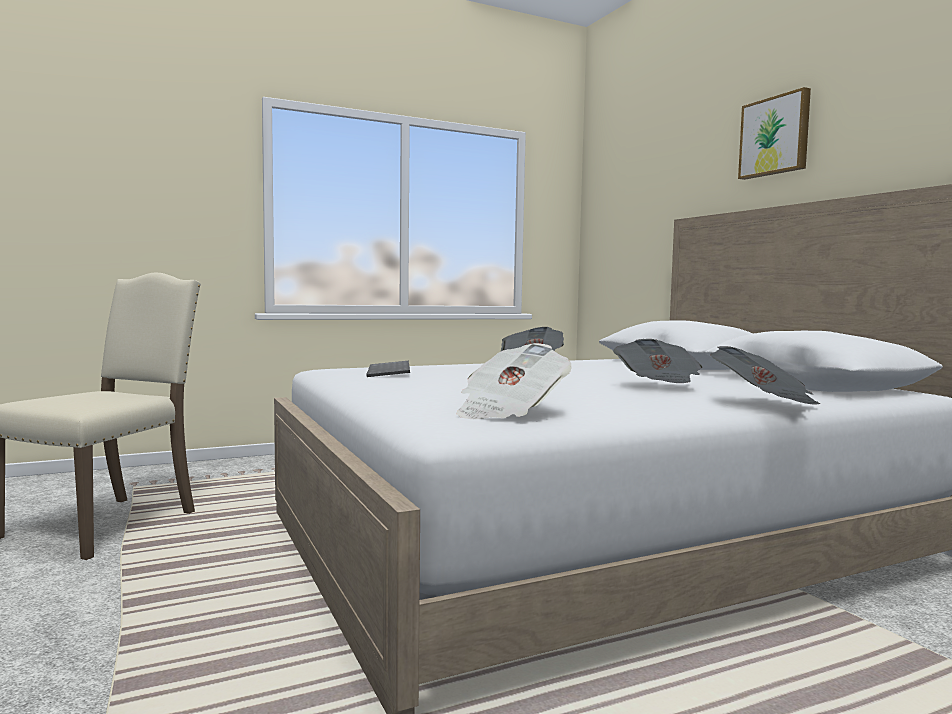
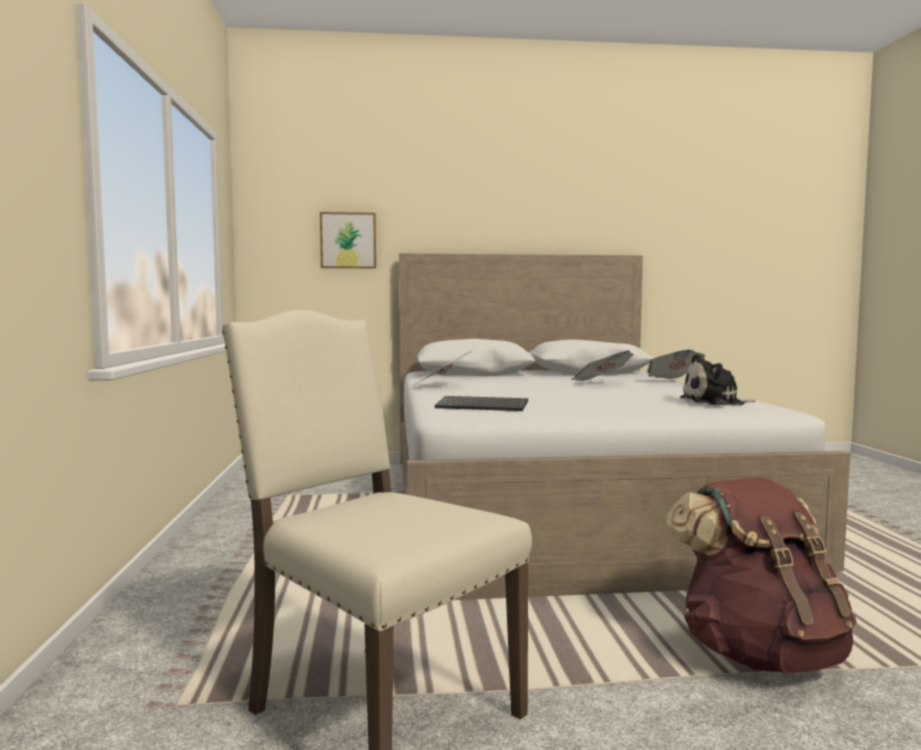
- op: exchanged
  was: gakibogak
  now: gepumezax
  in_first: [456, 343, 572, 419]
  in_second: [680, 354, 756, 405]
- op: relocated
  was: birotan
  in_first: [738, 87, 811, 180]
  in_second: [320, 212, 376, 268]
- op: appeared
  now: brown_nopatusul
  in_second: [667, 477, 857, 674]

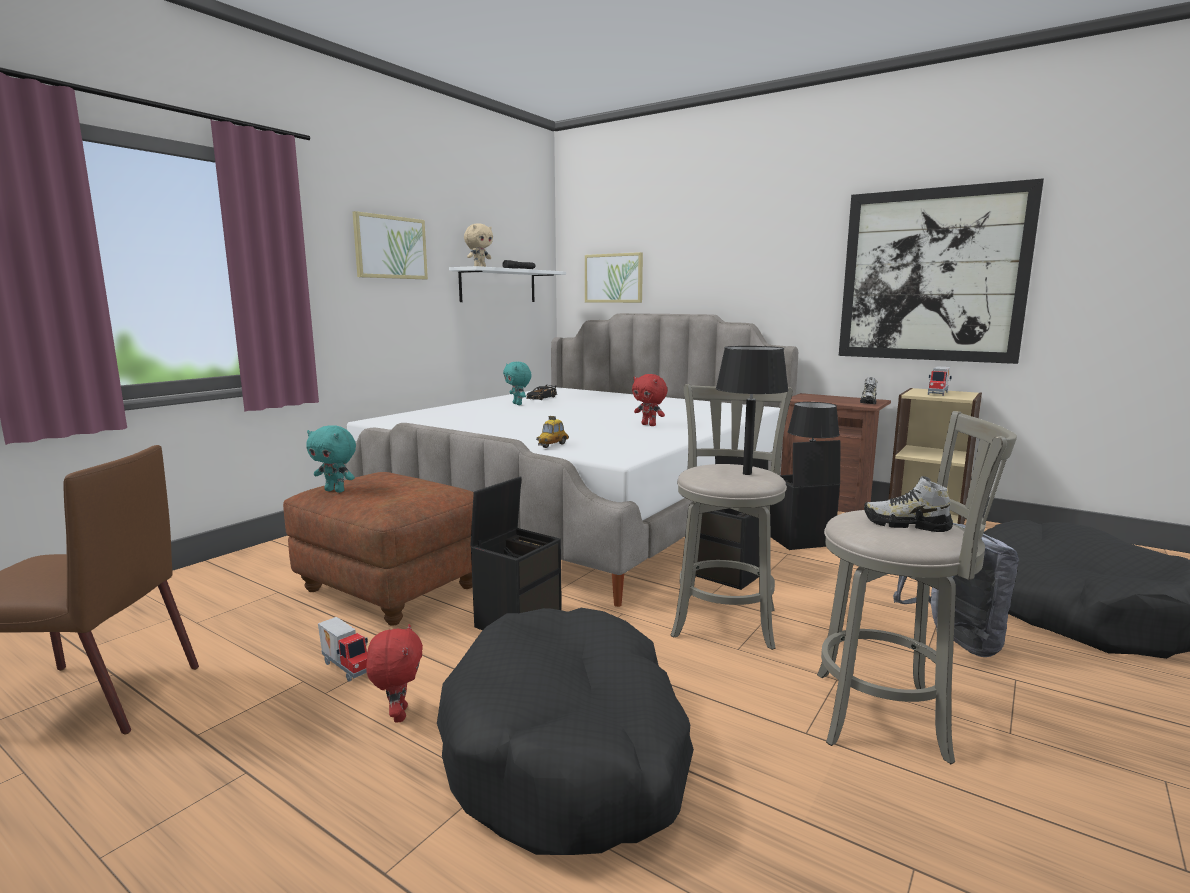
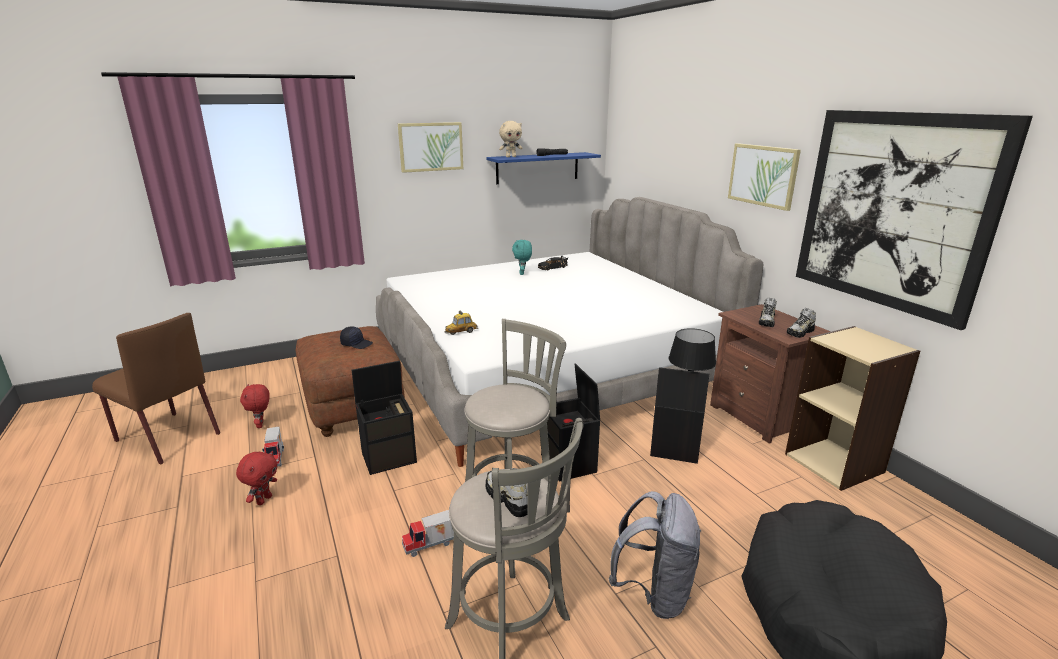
- op: missing
  was: turquoise_gepumezax
  in_first: [306, 425, 356, 493]
- op: missing
  was: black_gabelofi
  in_first: [437, 608, 694, 855]
- op: colour
  was: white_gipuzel
  now: blue_gipuzel
  in_first: [449, 266, 566, 302]
  in_second: [486, 152, 601, 184]
- op: relocated
  was: birotan
  in_first: [585, 252, 643, 303]
  in_second: [728, 143, 801, 211]
- op: relocated
  was: red_gepumezax
  in_first: [632, 374, 668, 426]
  in_second: [240, 384, 270, 428]
- op: missing
  was: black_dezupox
  in_first: [716, 346, 789, 475]
- op: relocated
  was: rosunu
  in_first: [928, 366, 952, 396]
  in_second: [402, 510, 454, 557]
- op: appeared
  now: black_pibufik
  in_second: [340, 326, 373, 349]
- op: appeared
  now: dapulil
  in_second: [759, 298, 777, 327]

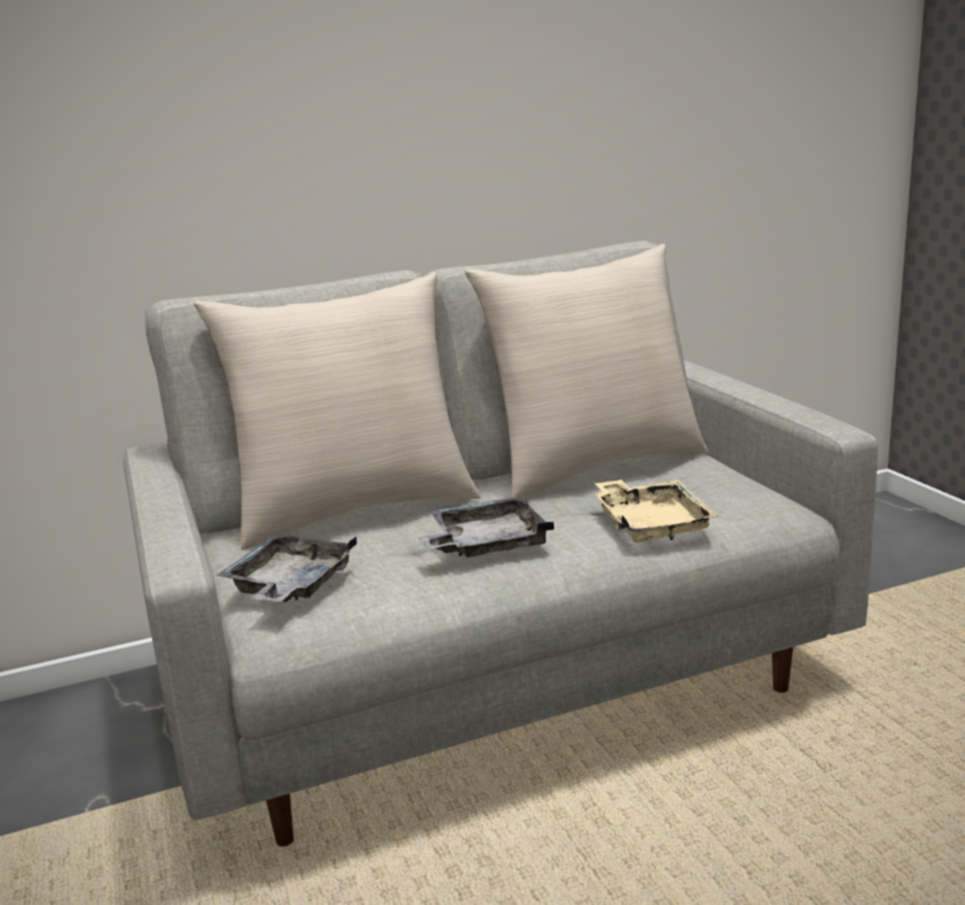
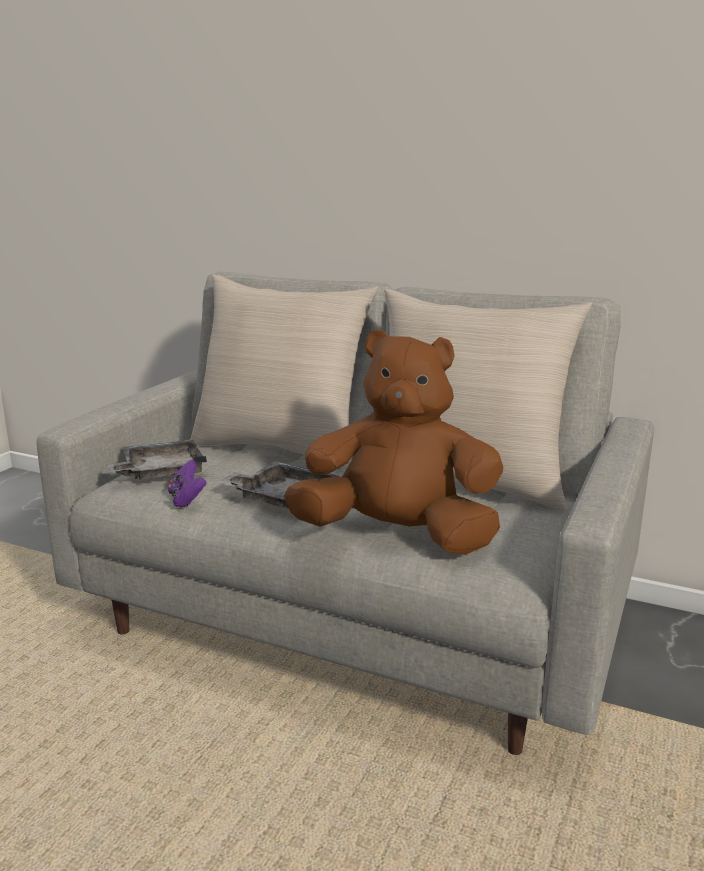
- op: exchanged
  was: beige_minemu
  now: brown_gepumezax
  in_first: [595, 479, 718, 542]
  in_second: [284, 329, 503, 555]
- op: appeared
  now: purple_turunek
  in_second: [168, 460, 206, 508]

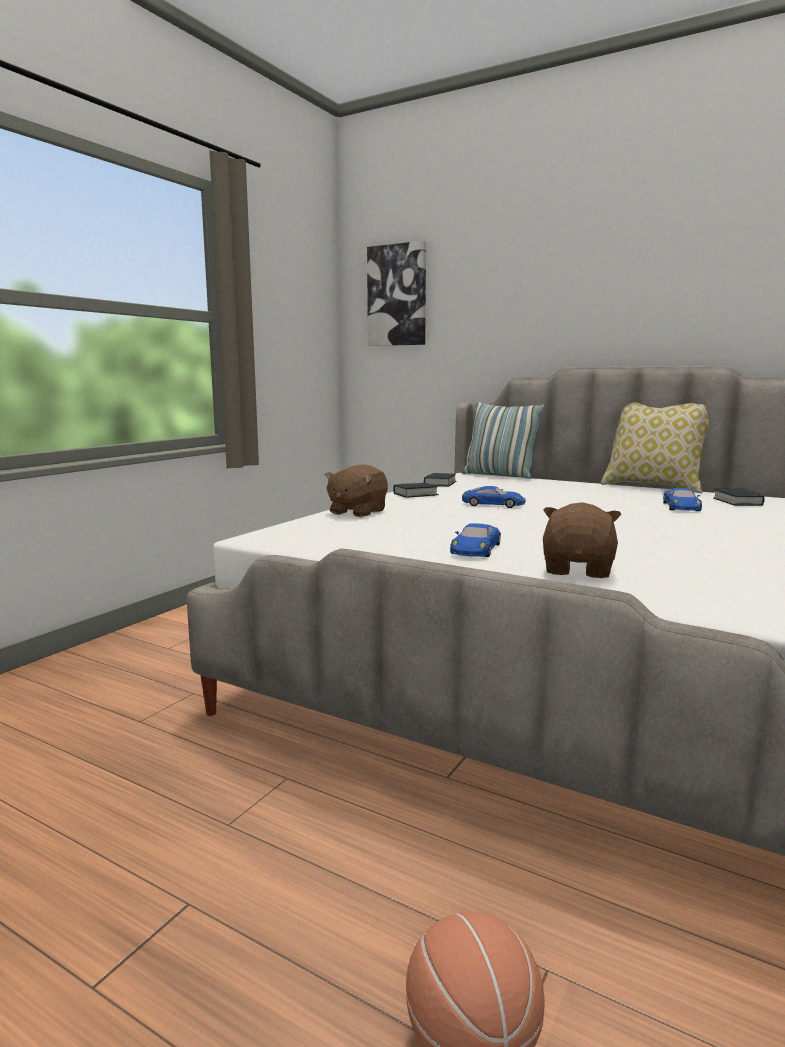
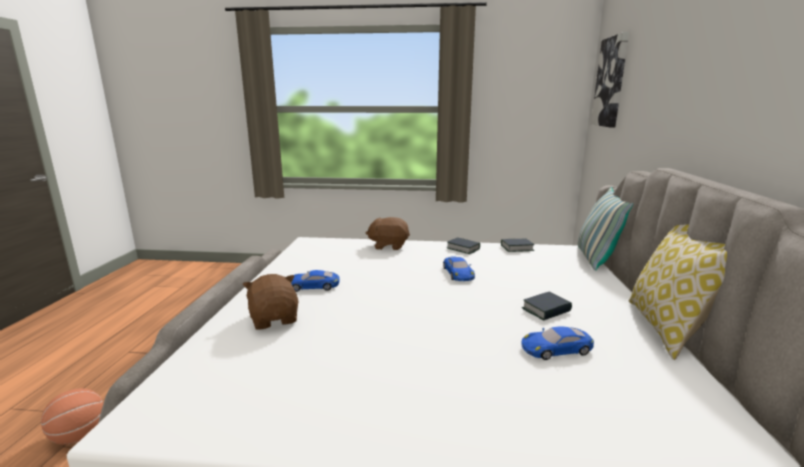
- op: spun
  was: brown_gepumezax
  in_first: [543, 502, 622, 578]
  in_second: [242, 274, 298, 330]
  clockwise: -105
- op: relocated
  was: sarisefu
  in_first: [714, 489, 765, 506]
  in_second: [522, 292, 572, 321]

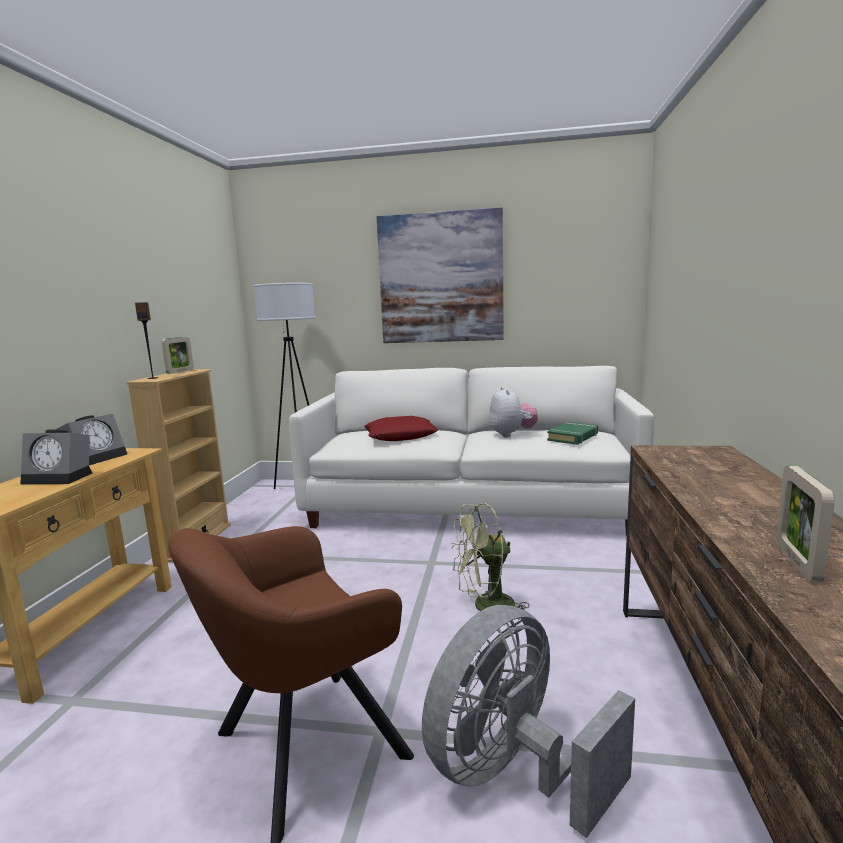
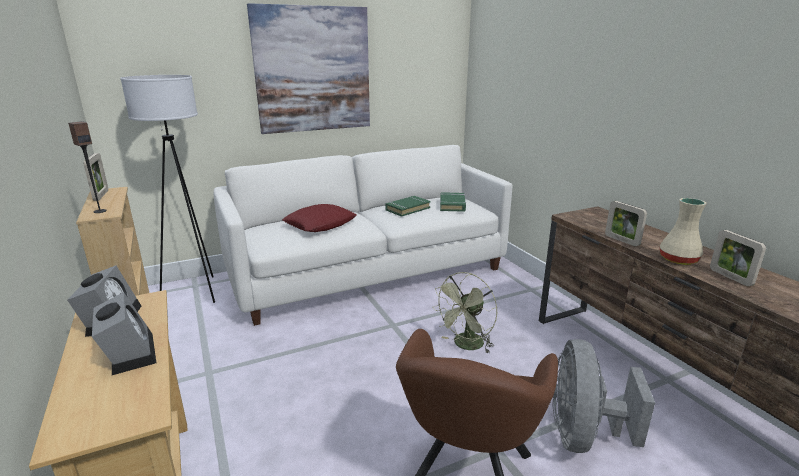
- op: spun
  was: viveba
  in_first: [21, 430, 92, 484]
  in_second: [92, 292, 156, 375]
  clockwise: -90
- op: exchanged
  was: gepumezax
  now: green_sarisefu
  in_first: [489, 387, 538, 437]
  in_second: [385, 196, 430, 217]
- op: appeared
  now: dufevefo
  in_second: [605, 201, 647, 246]
- op: appeared
  now: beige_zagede
  in_second: [660, 198, 707, 265]

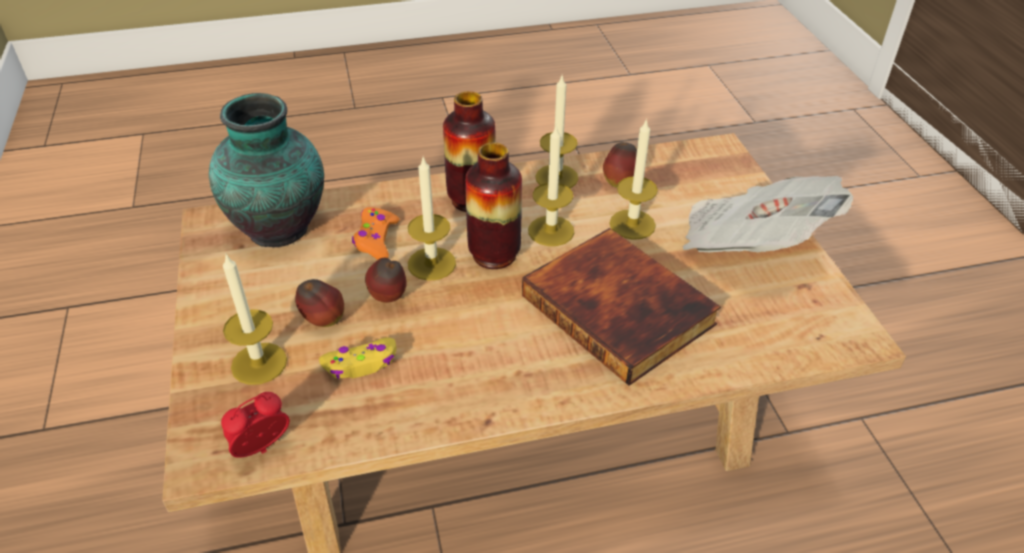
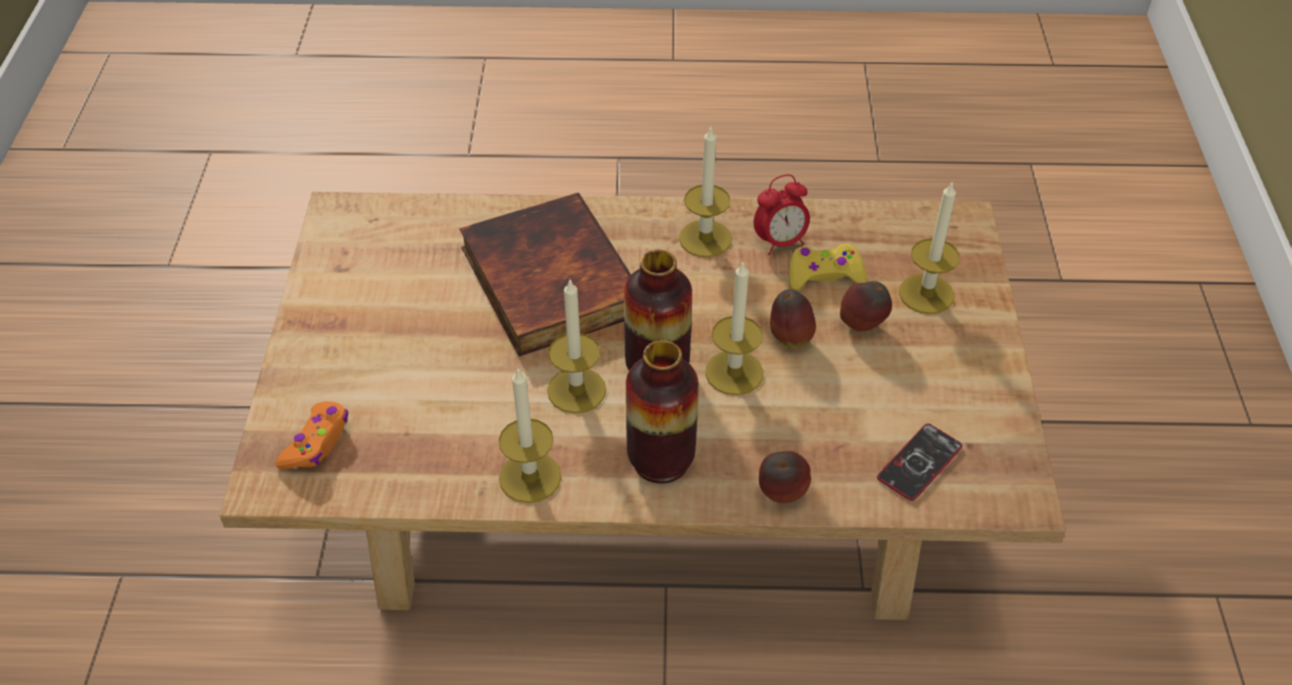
- op: exchanged
  was: zagede
  now: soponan
  in_first: [209, 93, 324, 247]
  in_second: [877, 424, 962, 501]
- op: relocated
  was: viveba
  in_first: [221, 392, 290, 458]
  in_second: [754, 174, 810, 255]
- op: relocated
  was: orange_turunek
  in_first: [352, 207, 399, 260]
  in_second: [275, 401, 348, 469]
- op: relocated
  was: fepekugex
  in_first: [603, 142, 637, 188]
  in_second: [759, 451, 811, 503]
- op: relocated
  was: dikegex
  in_first: [609, 118, 658, 240]
  in_second: [679, 125, 732, 257]
- op: missing
  was: gakibogak
  in_first: [683, 176, 853, 252]

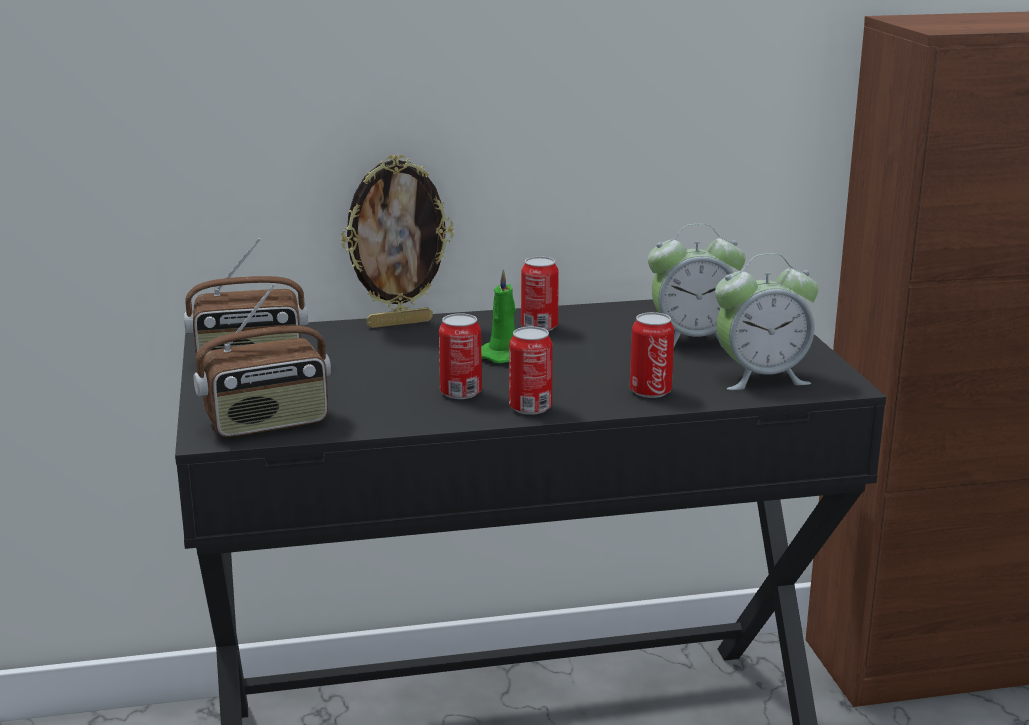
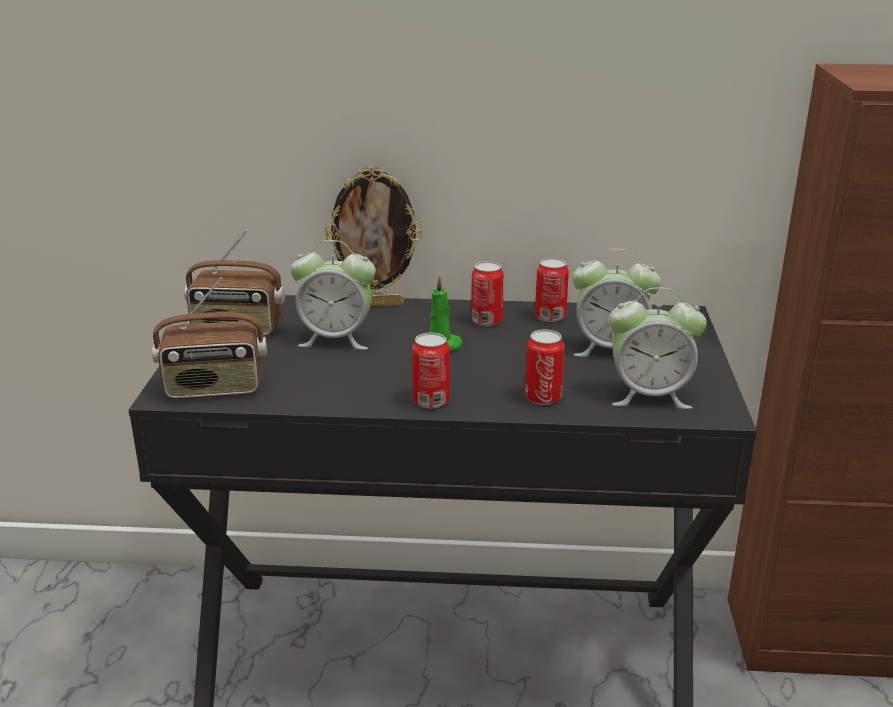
- op: relocated
  was: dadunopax
  in_first: [439, 313, 482, 399]
  in_second: [535, 258, 569, 322]
- op: appeared
  now: viveba
  in_second: [290, 240, 376, 350]

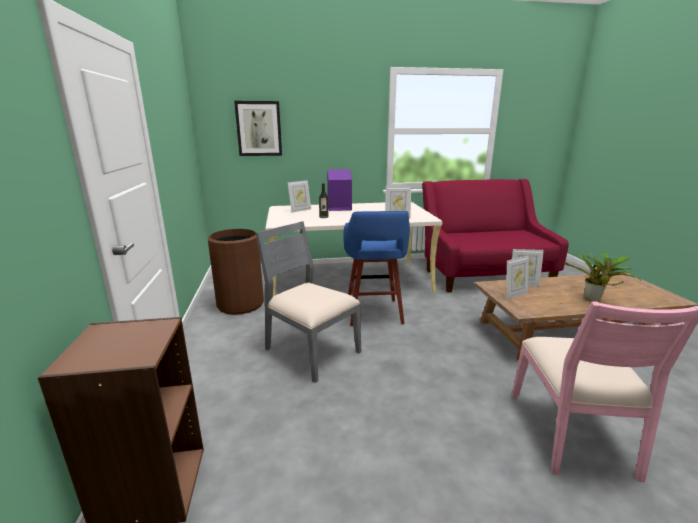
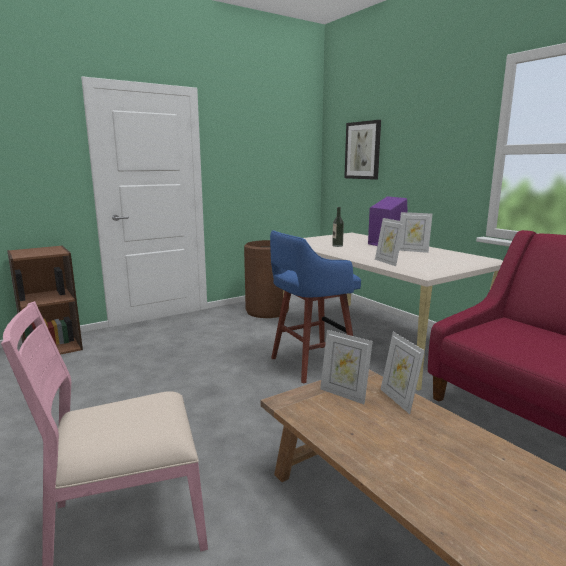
- op: missing
  was: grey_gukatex
  in_first: [256, 221, 361, 383]
- op: relocated
  was: dufevefo
  in_first: [287, 180, 311, 213]
  in_second: [399, 212, 433, 253]
- op: missing
  was: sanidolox
  in_first: [563, 252, 640, 302]

